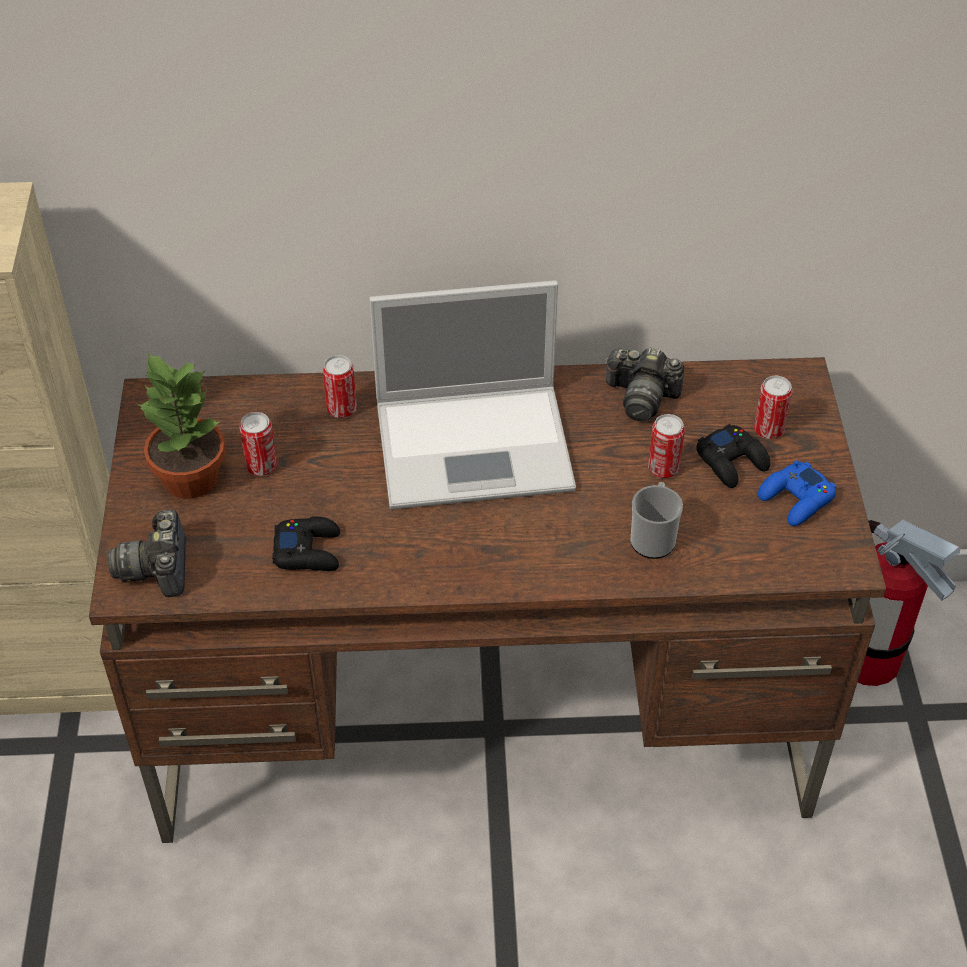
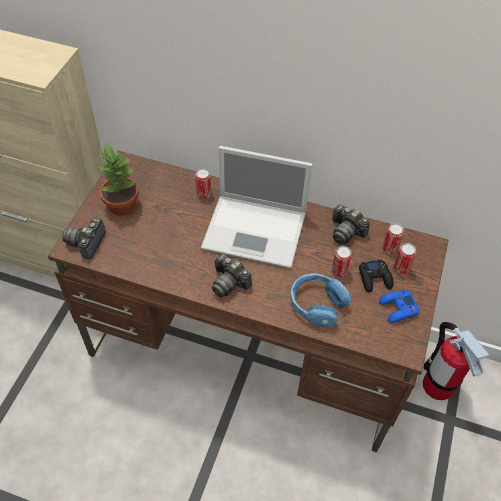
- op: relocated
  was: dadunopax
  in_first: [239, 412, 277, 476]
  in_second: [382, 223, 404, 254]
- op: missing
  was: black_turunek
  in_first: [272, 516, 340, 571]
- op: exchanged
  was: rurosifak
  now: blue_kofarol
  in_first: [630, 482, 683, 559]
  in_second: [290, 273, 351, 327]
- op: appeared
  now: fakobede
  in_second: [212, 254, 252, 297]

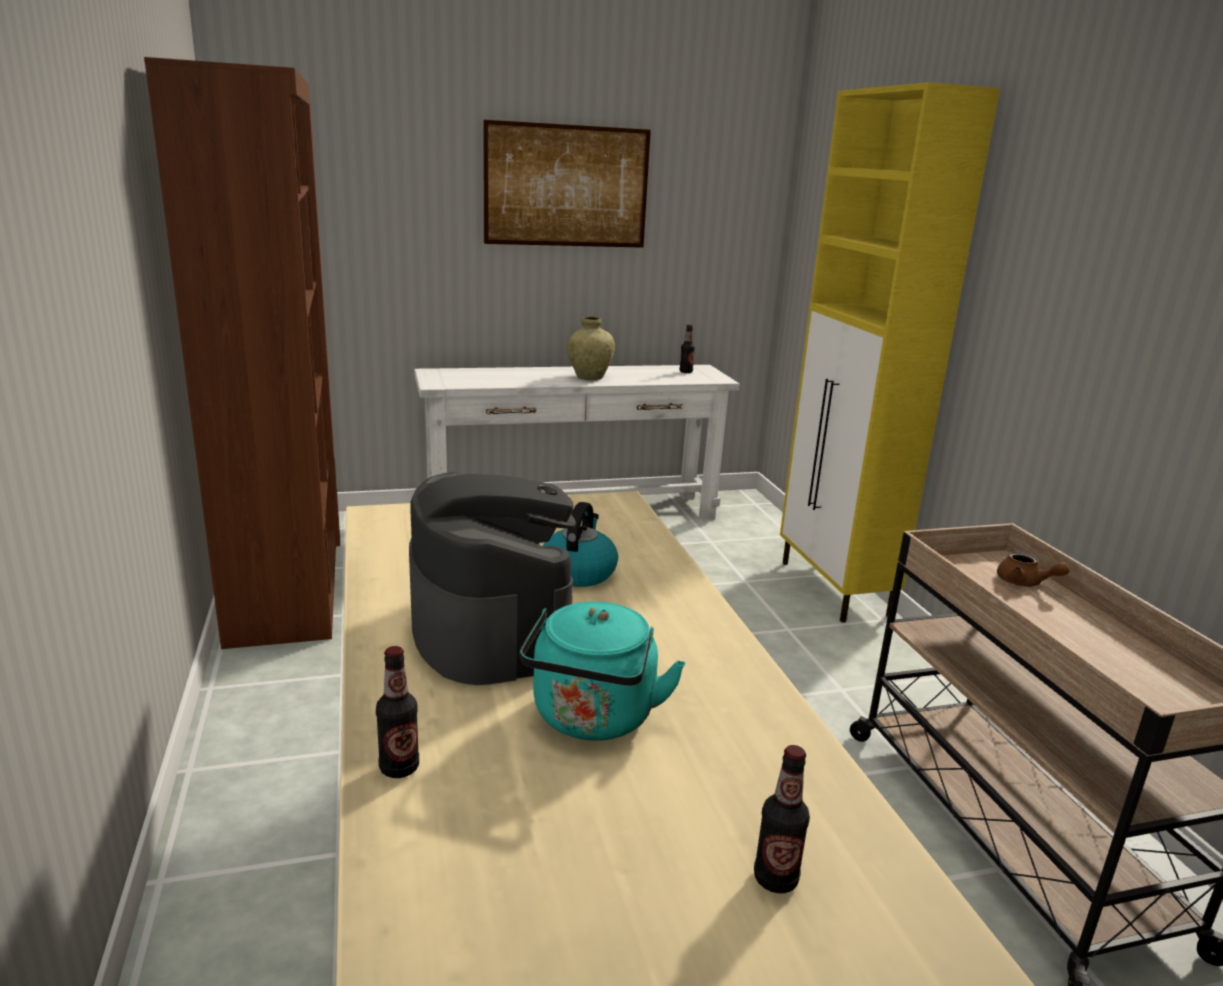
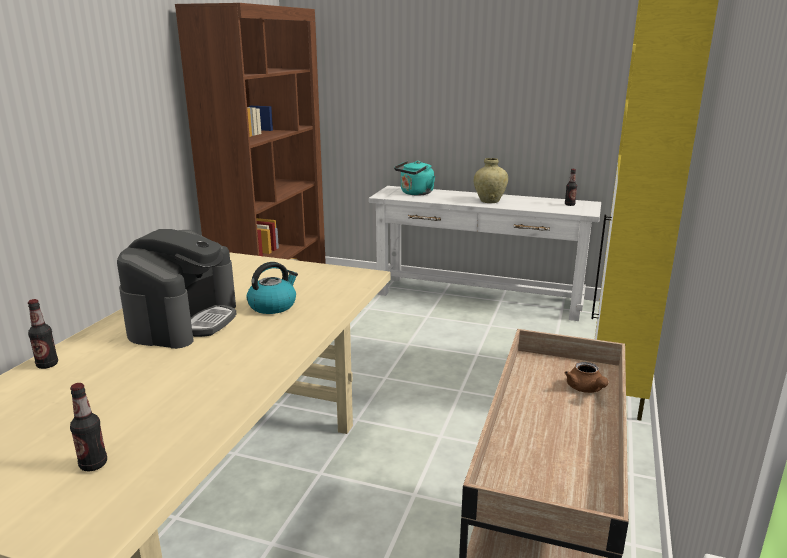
- op: missing
  was: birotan
  in_first: [483, 120, 651, 248]
- op: relocated
  was: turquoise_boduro
  in_first: [520, 601, 686, 741]
  in_second: [394, 161, 435, 196]

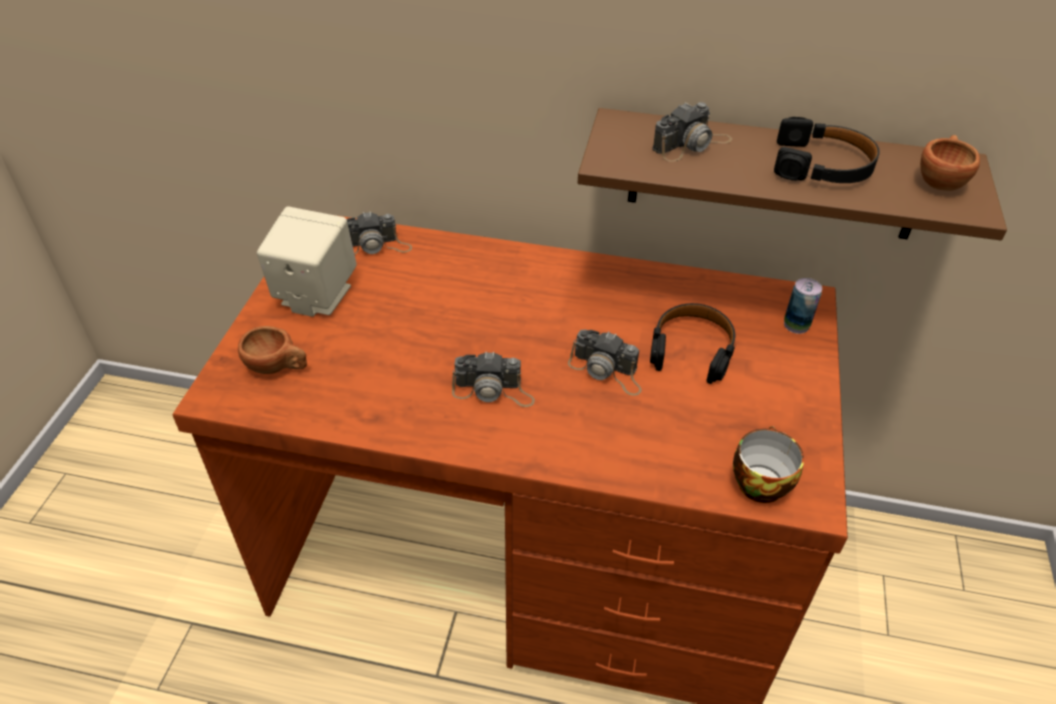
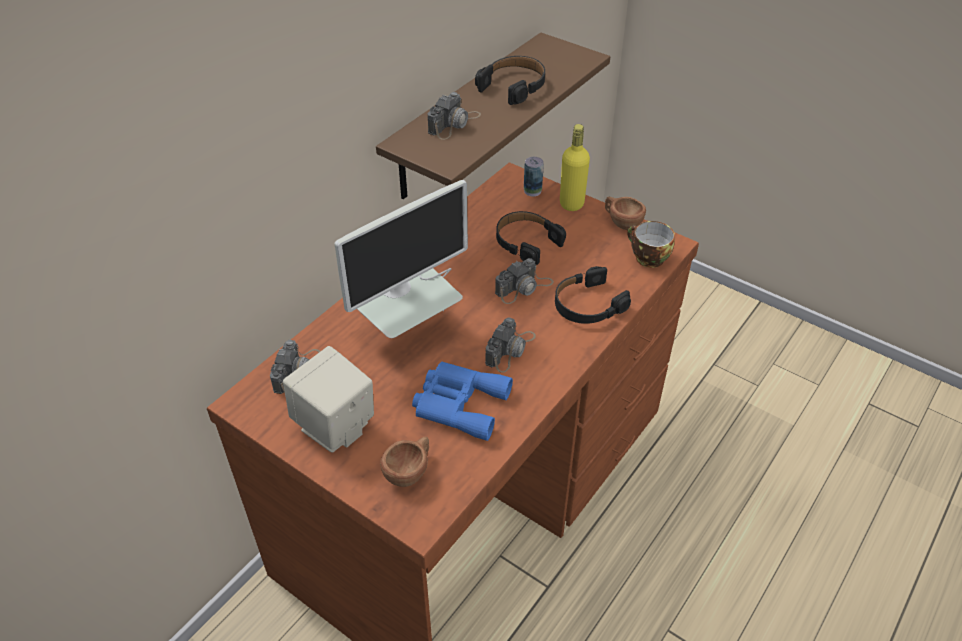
- op: spun
  was: fakobede
  in_first: [652, 102, 732, 162]
  in_second: [428, 92, 481, 140]
  clockwise: 45
- op: relocated
  was: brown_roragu
  in_first: [920, 135, 980, 191]
  in_second: [605, 197, 646, 230]
- op: appeared
  now: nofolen
  in_second: [334, 180, 468, 338]
- op: appeared
  now: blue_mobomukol
  in_second: [412, 362, 513, 441]
- op: appeared
  now: black_kofarol
  in_second: [555, 266, 631, 324]
- op: appeared
  now: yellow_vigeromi
  in_second: [560, 124, 590, 211]

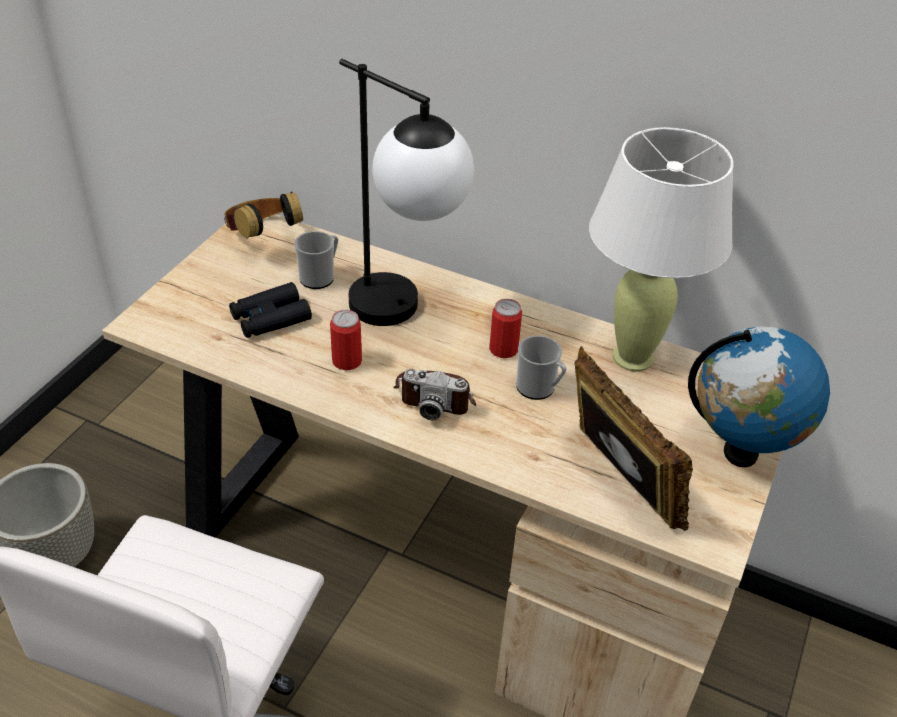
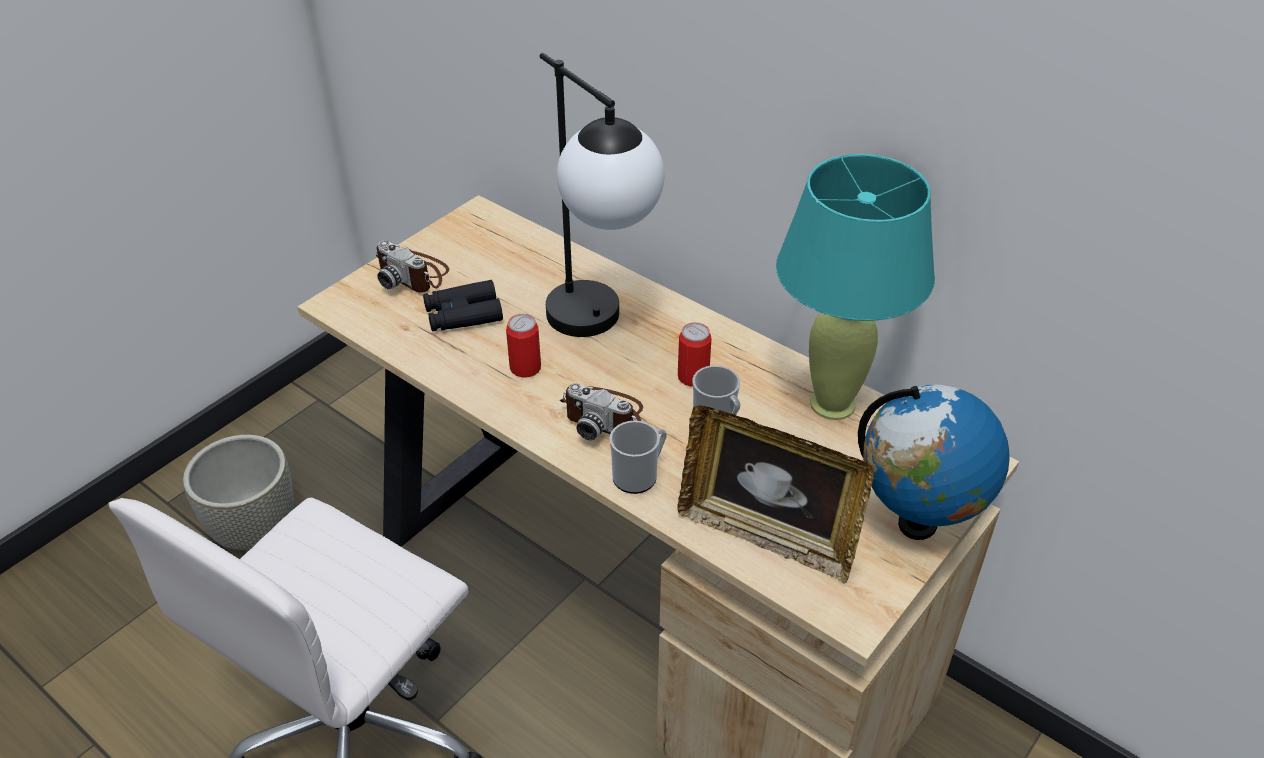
- op: missing
  was: kofarol
  in_first: [224, 193, 303, 238]
- op: relocated
  was: rurosifak
  in_first: [294, 231, 338, 289]
  in_second: [609, 421, 667, 494]
- op: spun
  was: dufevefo
  in_first: [574, 346, 693, 531]
  in_second: [678, 405, 874, 583]
  clockwise: 135
- op: colour
  was: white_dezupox
  now: turquoise_dezupox
  in_first: [589, 127, 734, 372]
  in_second: [776, 154, 935, 420]
- op: appeared
  now: fakobede
  in_second: [376, 241, 449, 293]

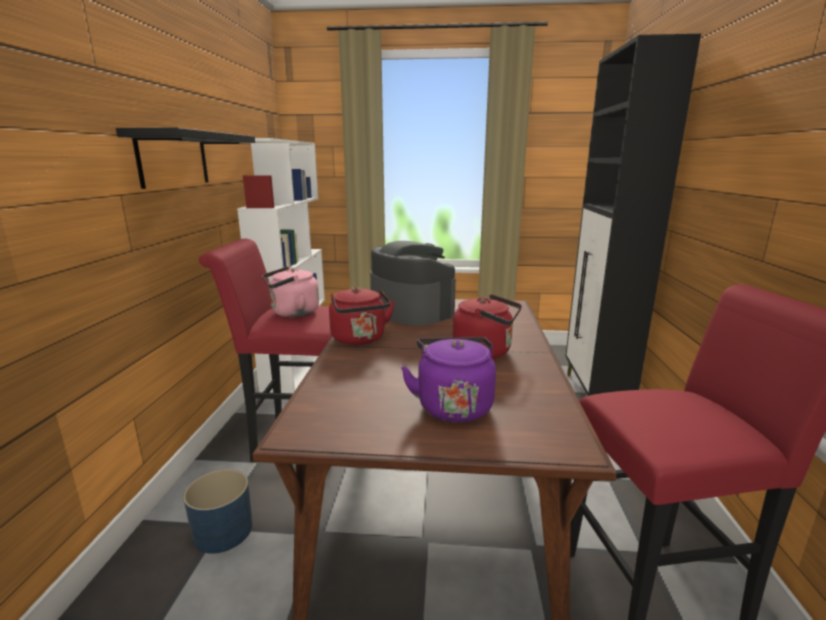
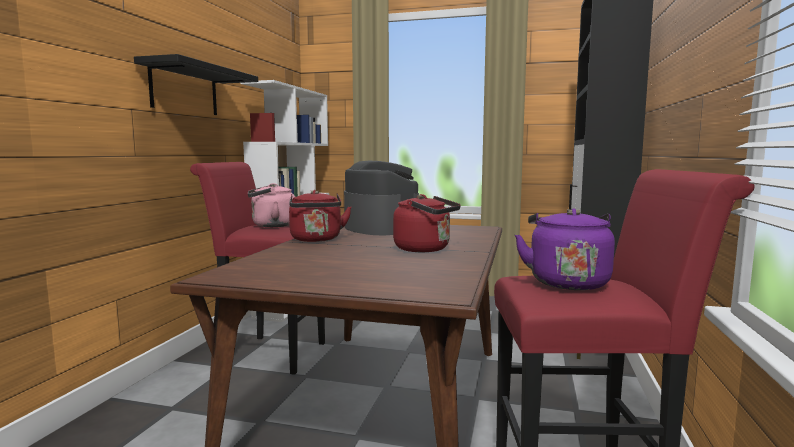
- op: missing
  was: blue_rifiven
  in_first: [183, 469, 253, 554]
- op: relocated
  was: purple_boduro
  in_first: [401, 337, 496, 423]
  in_second: [515, 208, 615, 290]

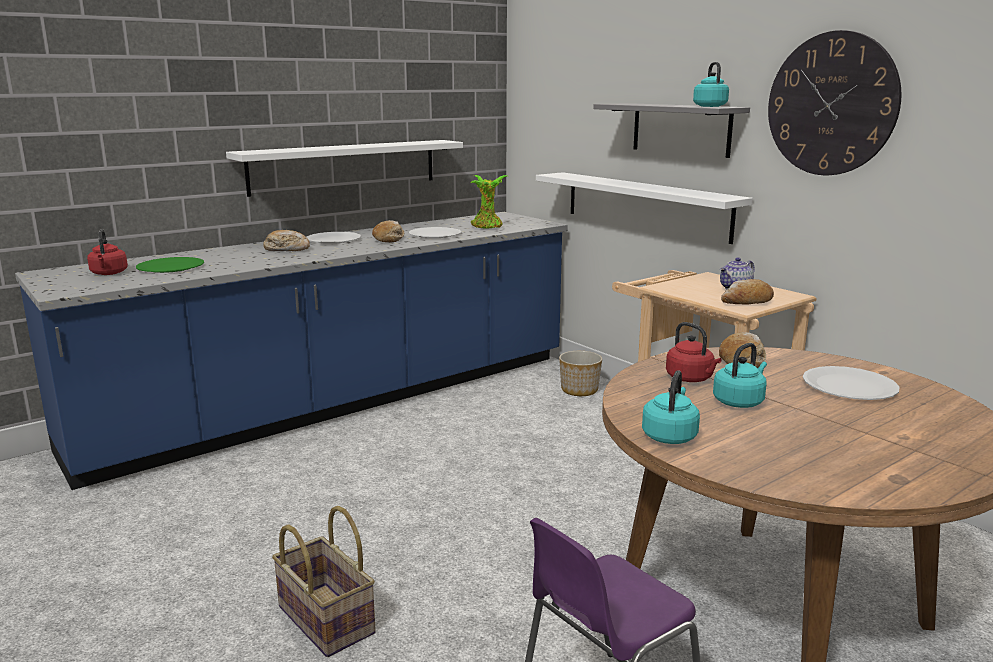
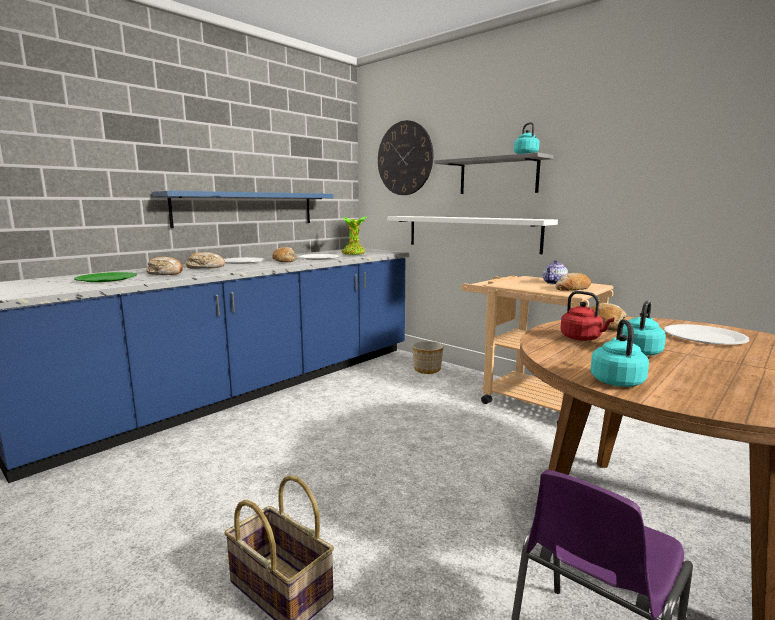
- op: missing
  was: red_boduro
  in_first: [87, 229, 128, 275]
- op: colour
  was: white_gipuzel
  now: blue_gipuzel
  in_first: [226, 140, 463, 197]
  in_second: [153, 191, 333, 228]
- op: relocated
  was: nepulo
  in_first: [768, 30, 902, 175]
  in_second: [378, 120, 433, 195]
- op: appeared
  now: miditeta
  in_second: [146, 257, 183, 275]

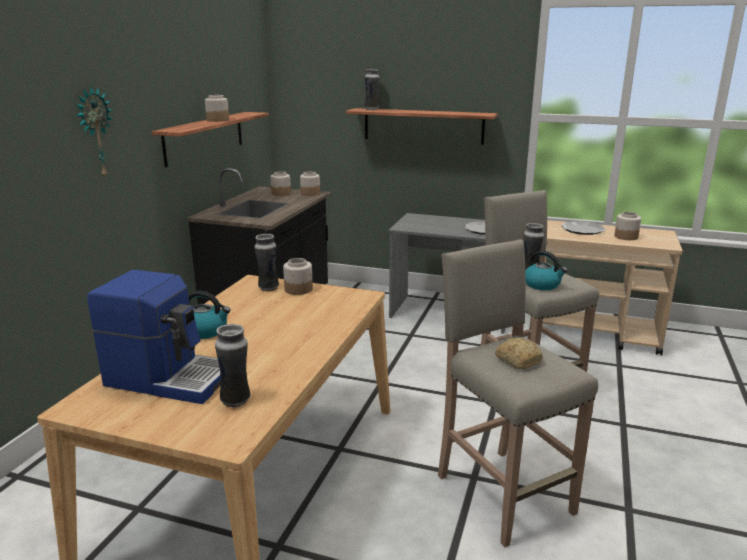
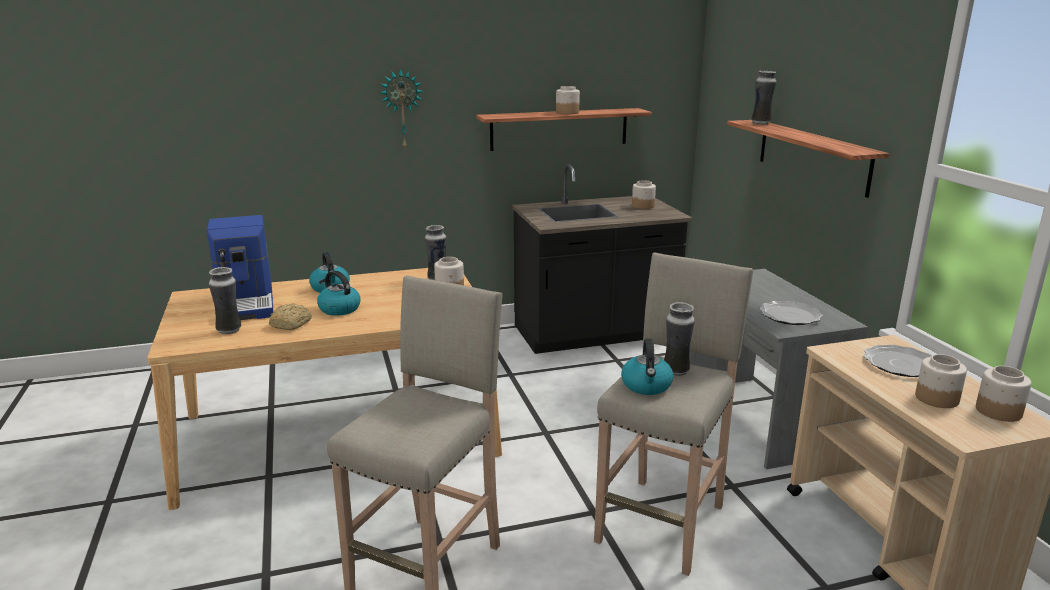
- op: relocated
  was: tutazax
  in_first: [300, 171, 320, 196]
  in_second: [976, 366, 1032, 422]
- op: relocated
  was: miditeta
  in_first: [495, 338, 543, 369]
  in_second: [269, 303, 312, 330]
- op: appeared
  now: boduro
  in_second: [317, 271, 360, 316]

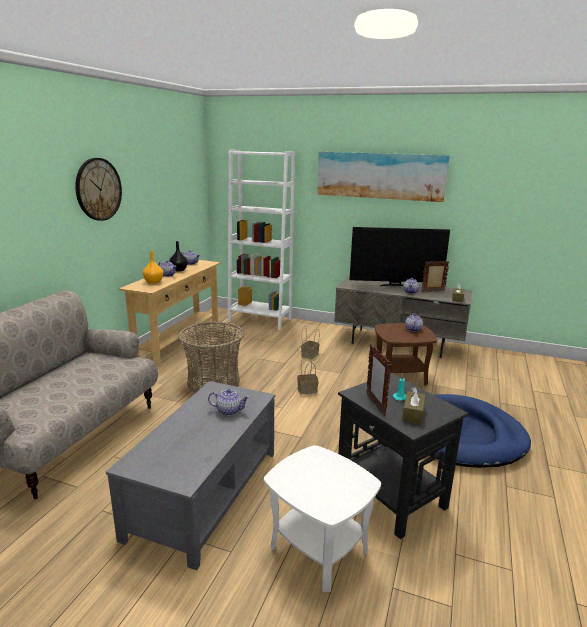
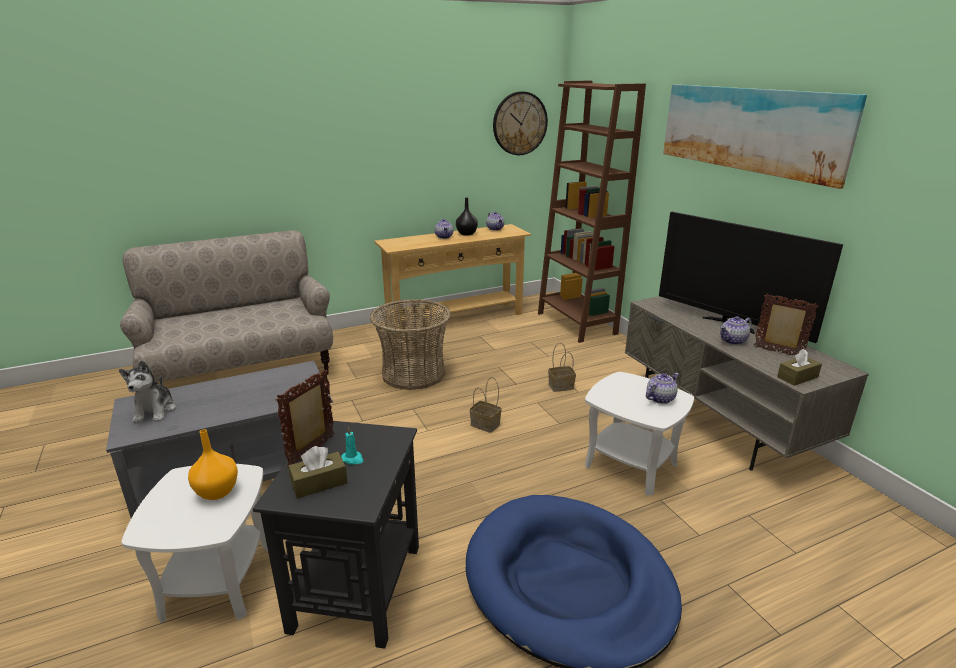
- op: relocated
  was: nepulo
  in_first: [75, 158, 122, 221]
  in_second: [493, 91, 548, 155]
- op: relocated
  was: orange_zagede
  in_first: [143, 251, 163, 284]
  in_second: [188, 429, 238, 500]
- op: missing
  was: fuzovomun
  in_first: [208, 389, 250, 416]
- op: colour
  was: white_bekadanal
  now: brown_bekadanal
  in_first: [228, 150, 295, 330]
  in_second: [538, 81, 646, 343]
- op: colour
  was: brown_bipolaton
  now: white_bipolaton
  in_first: [375, 323, 437, 386]
  in_second: [585, 372, 694, 495]
- op: appeared
  now: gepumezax
  in_second: [119, 360, 176, 423]

